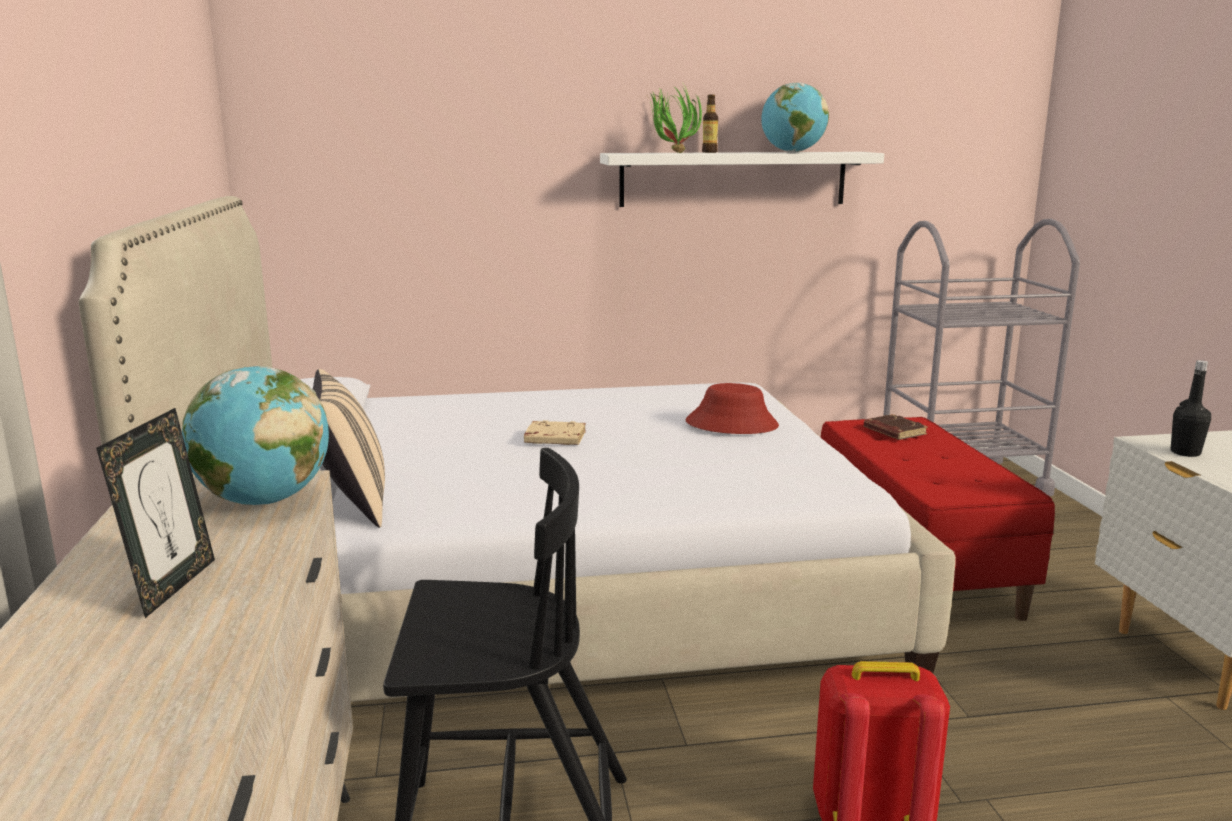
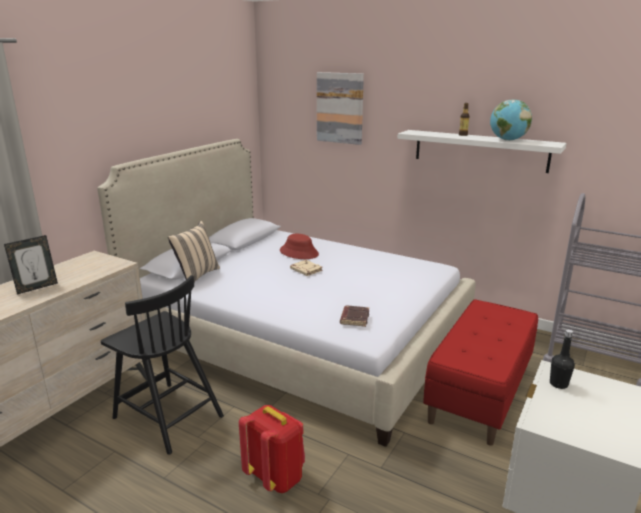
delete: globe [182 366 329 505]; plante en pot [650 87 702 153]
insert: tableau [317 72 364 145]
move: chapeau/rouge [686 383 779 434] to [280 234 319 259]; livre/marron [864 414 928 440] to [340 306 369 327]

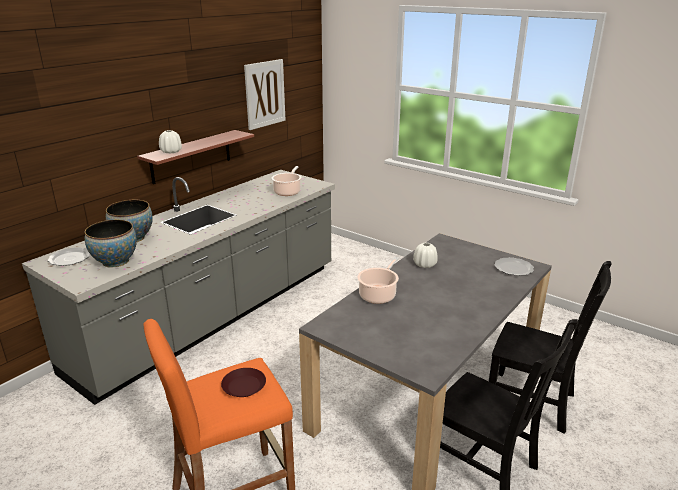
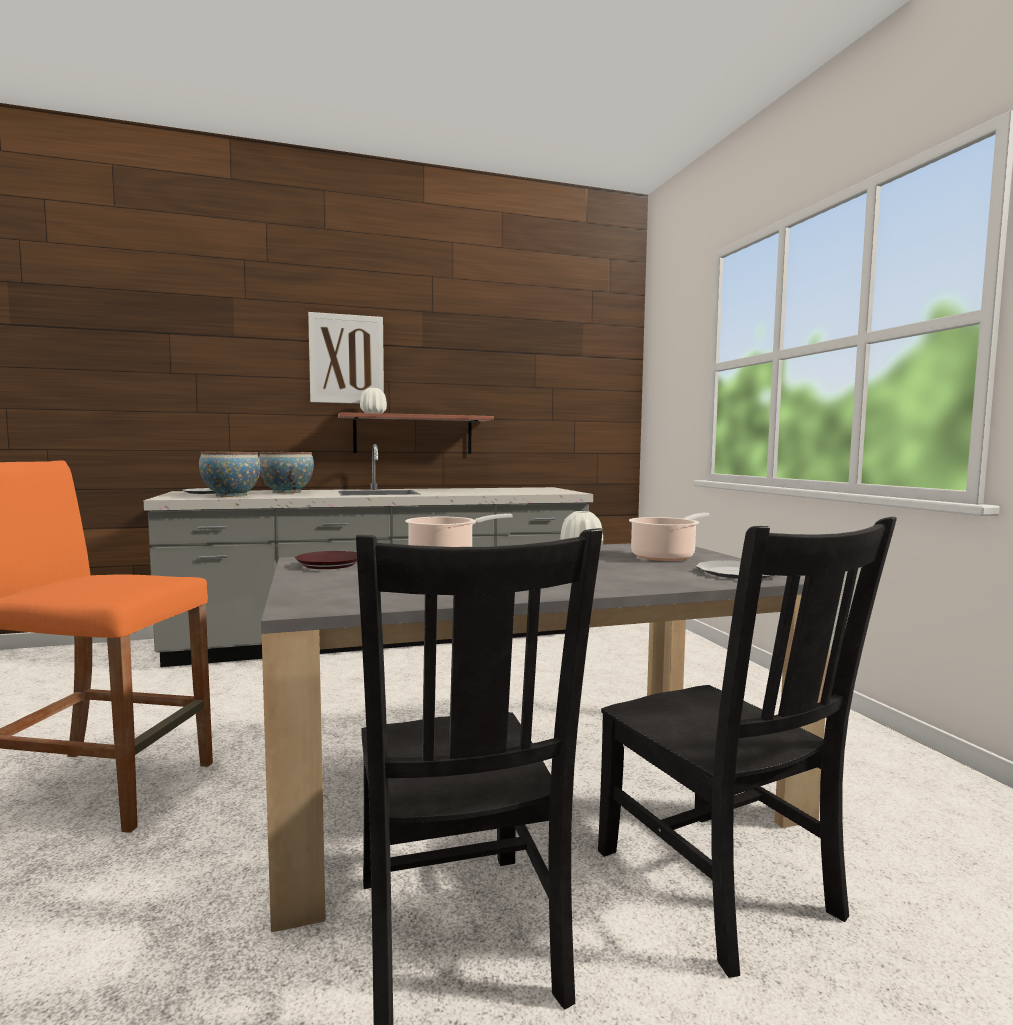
move: assiette/marron [221 368 266 397] to [295 551 357 569]; tableau [244 59 285 130] to [308 312 384 404]; marmite [271 166 301 196] to [629 513 709 561]

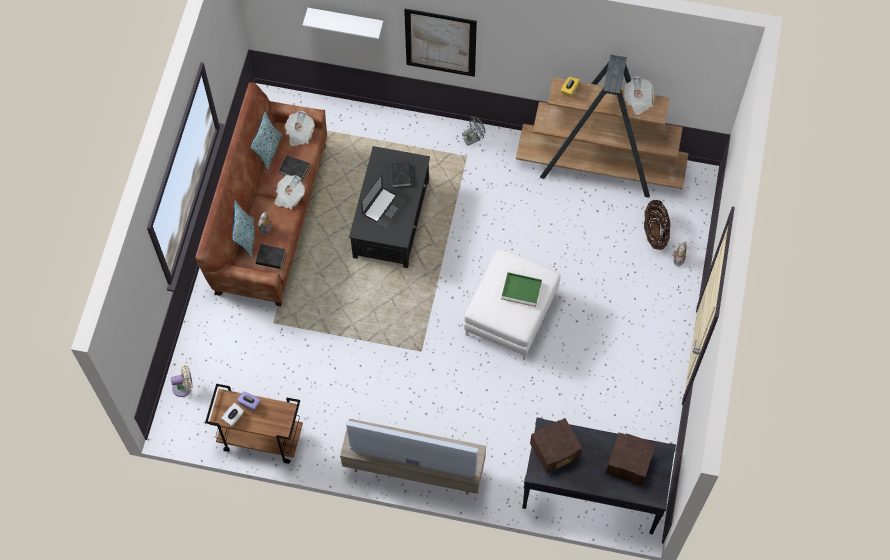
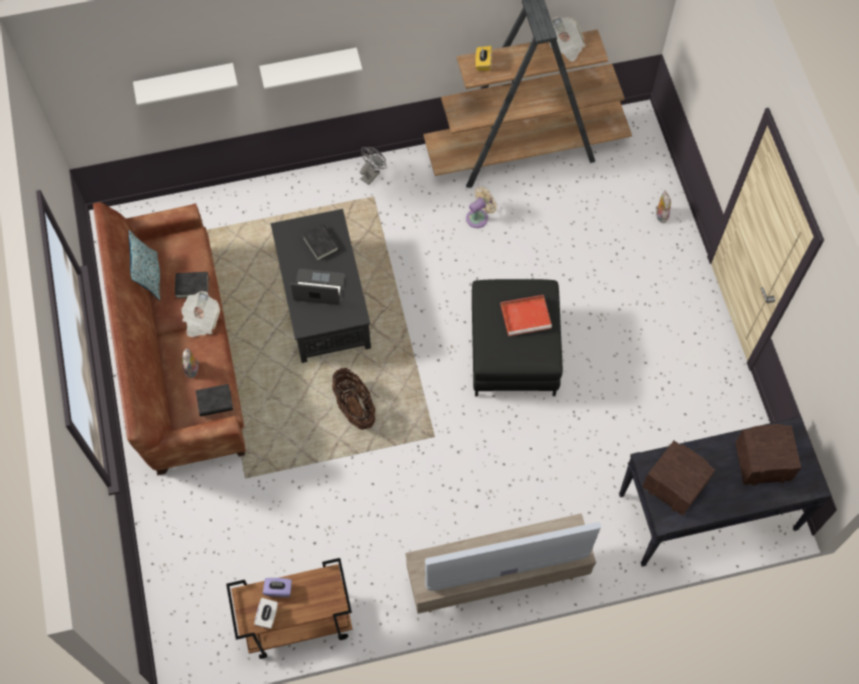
delete: coussin [232 200 255 258]; journal [285 111 315 146]
move: ventilateur/beige [171 365 193 397] to [466 186 497 228]; panier [644 200 671 250] to [332 368 375 430]
replace: tableau [404 9 477 77] to étagère/blanc [259 47 362 89]
recolor: pouf/blanc [464 249 561 360] to pouf/noir [472 279 563 397]; plateau/vert [501 272 542 307] to plateau/rouge [501 295 552 336]
rotate: ordinateur portable [361 174 406 228] = [289 269 345 305] 90 degrees counterclockwise; radio [530 418 582 474] = [642 441 715 516] 90 degrees counterclockwise

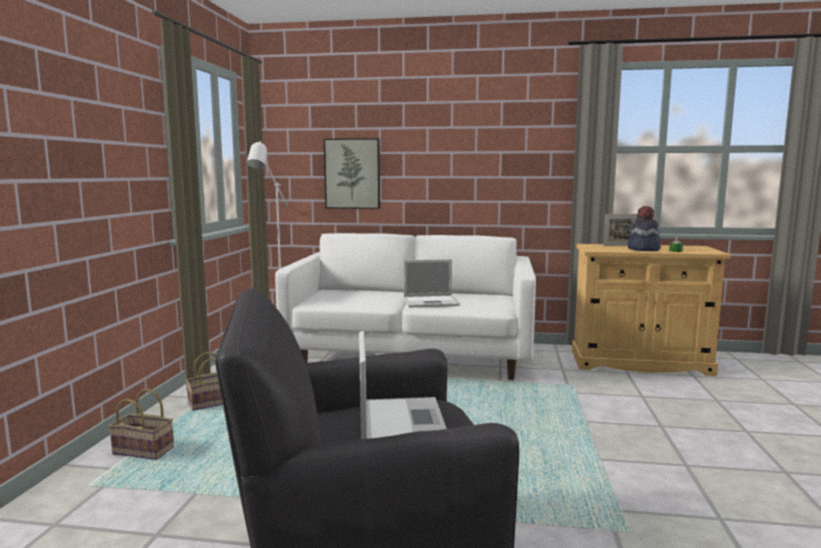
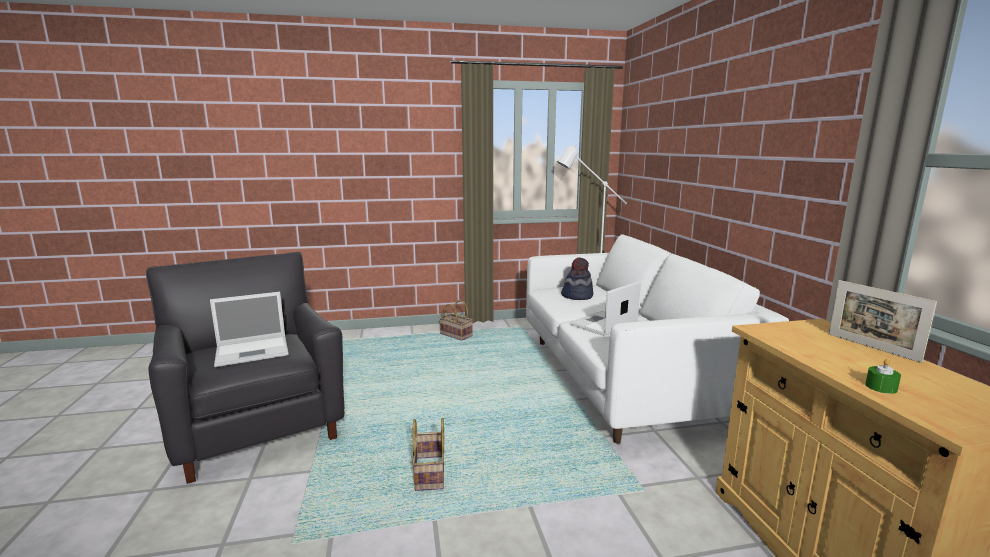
delete: tableau [324 138 380 209]
move: panier [108 389 174 460] to [412 418 445 491]; chapeau [627 206 661 251] to [561 257 593 300]
rotate: ordinateur portable [404 259 459 308] = [570 281 641 336] 75 degrees clockwise

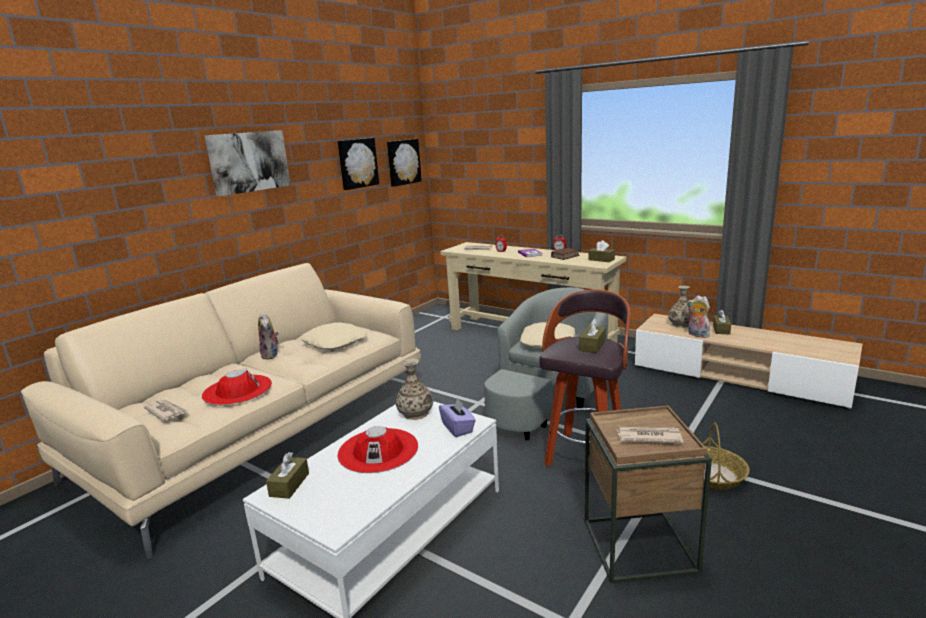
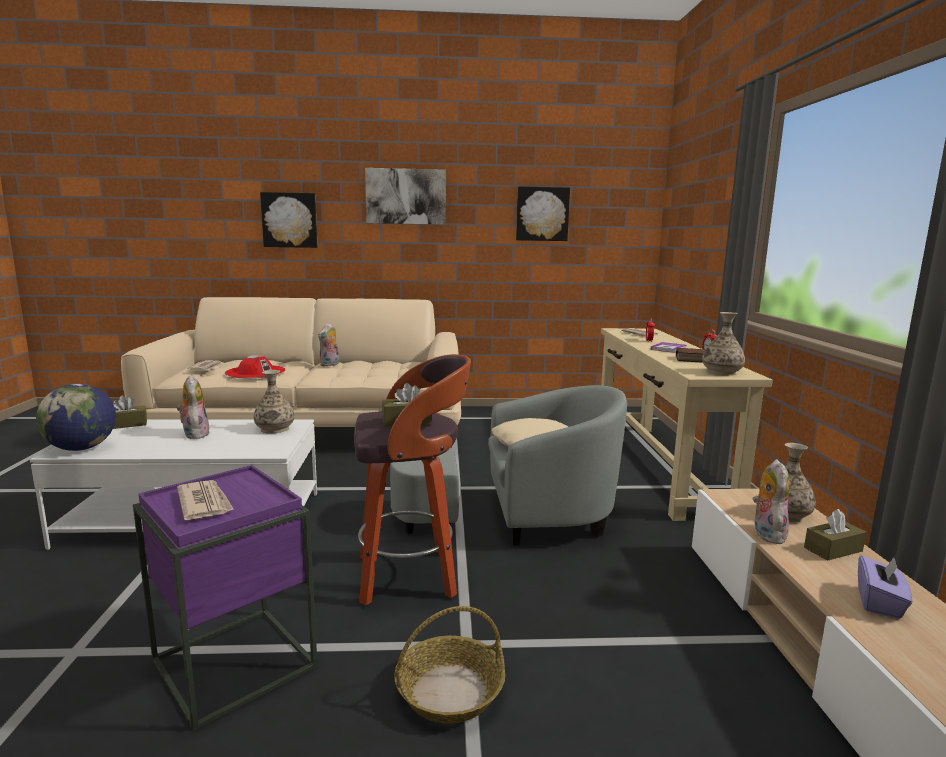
delete: coussin/beige [301 323 367 350]
insert: globe [36 384 116 451]
move: tableau [387 139 422 187] to [260 192 318 248]; boîte à mouchoirs/violet [439 398 476 437] to [858 555 912 619]
replace: chapeau/rouge [338 426 418 473] to peluche [177 374 209 439]; boîte à mouchoirs/marron [588 240 615 262] to vase [702 312 745 376]
recolor: table d'appoint/marron [585 405 712 583] to table d'appoint/violet [133 465 318 731]

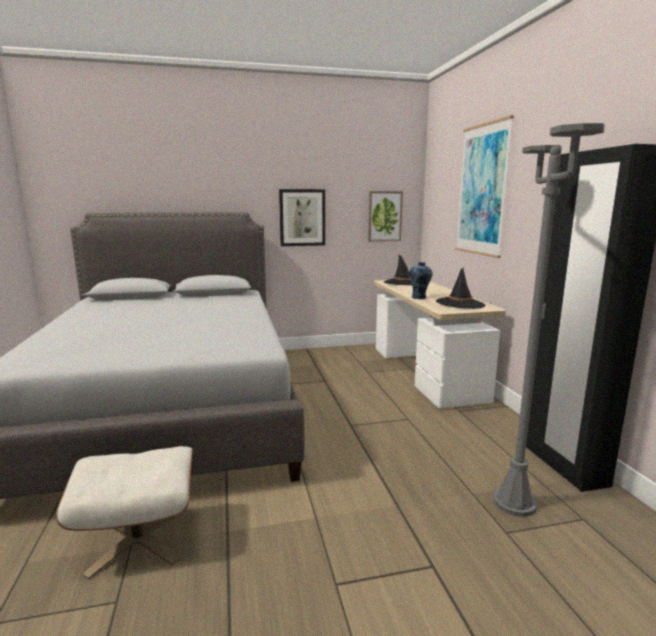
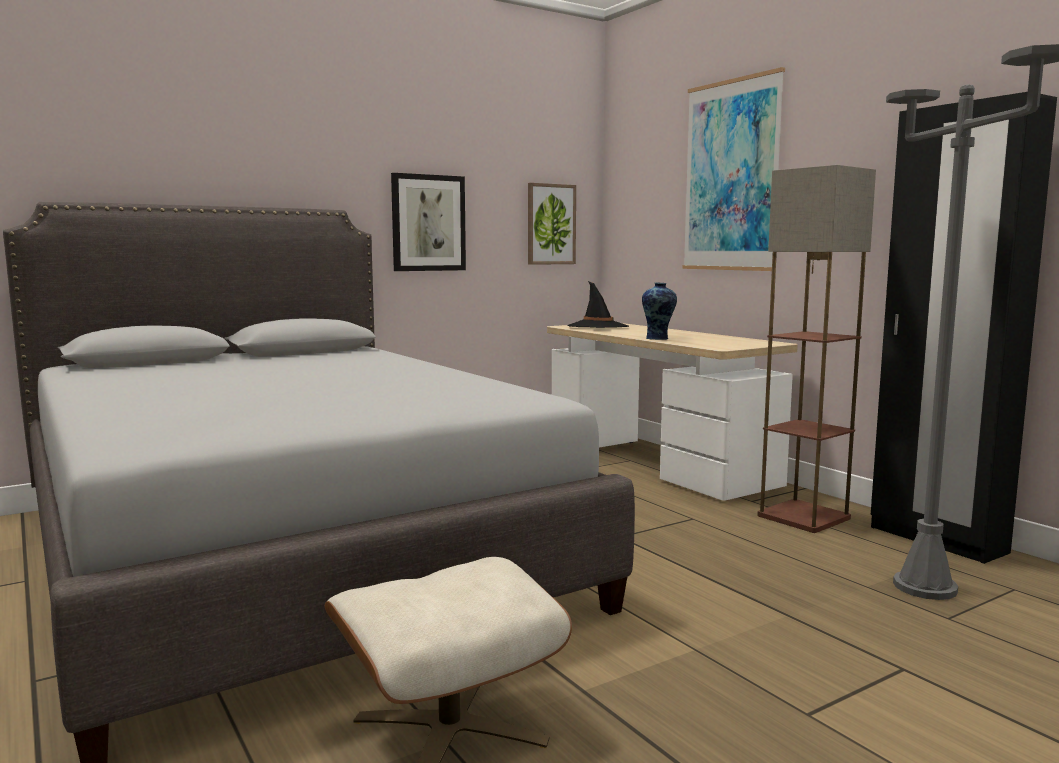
delete: chapeau/noir [436 267 486 309]
insert: lampadaire [757 165 876 533]

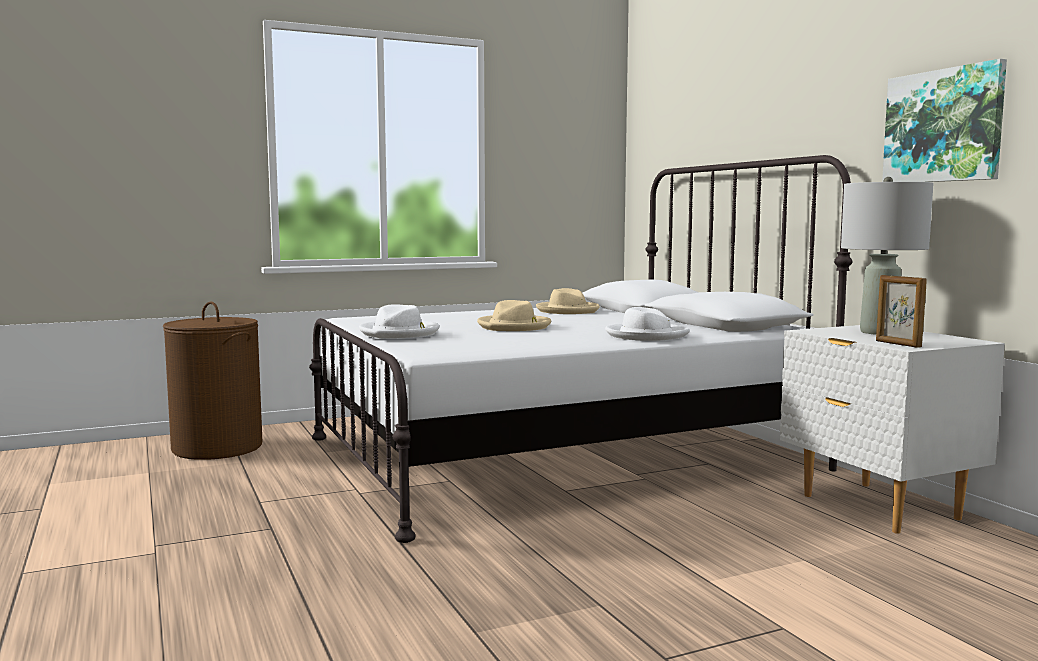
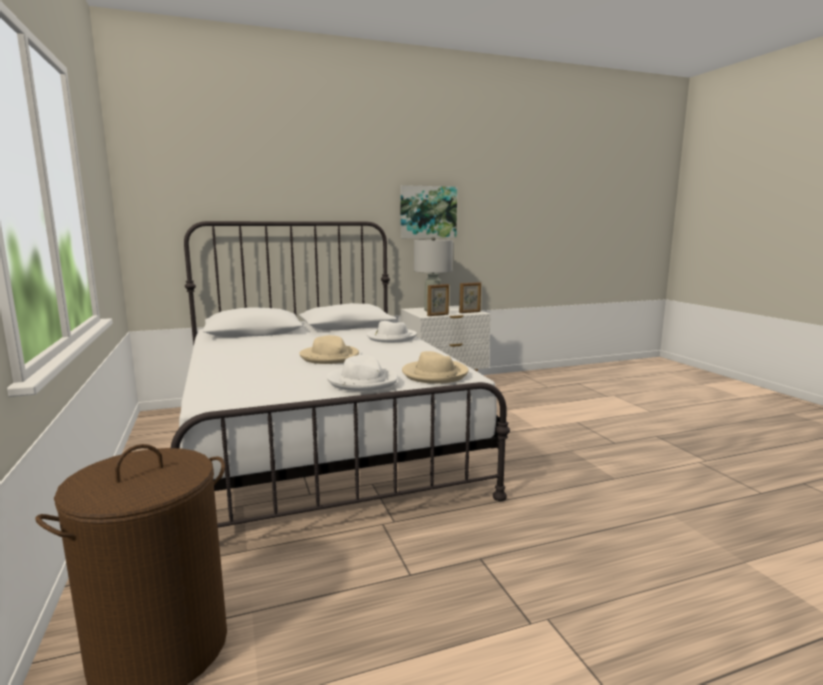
insert: cadre photo [427 284 449 316]
move: chapeau/beige [536 288 600 314] to [402 351 469 384]

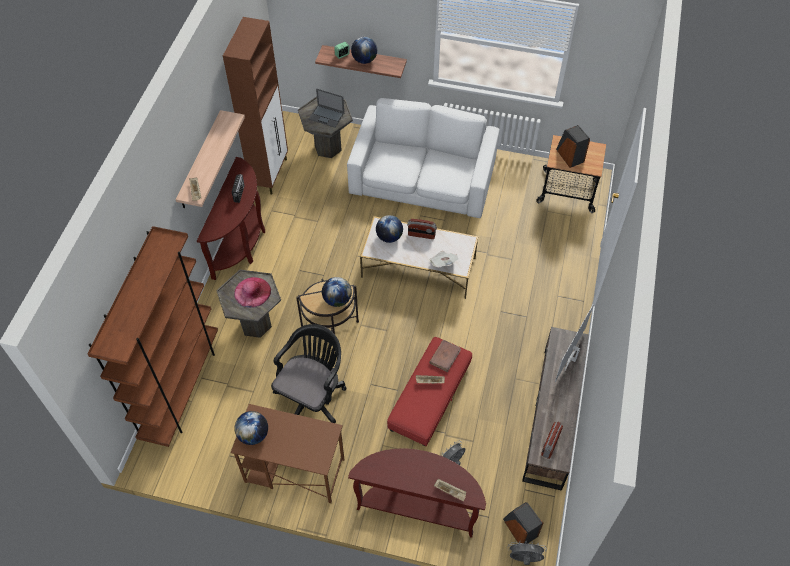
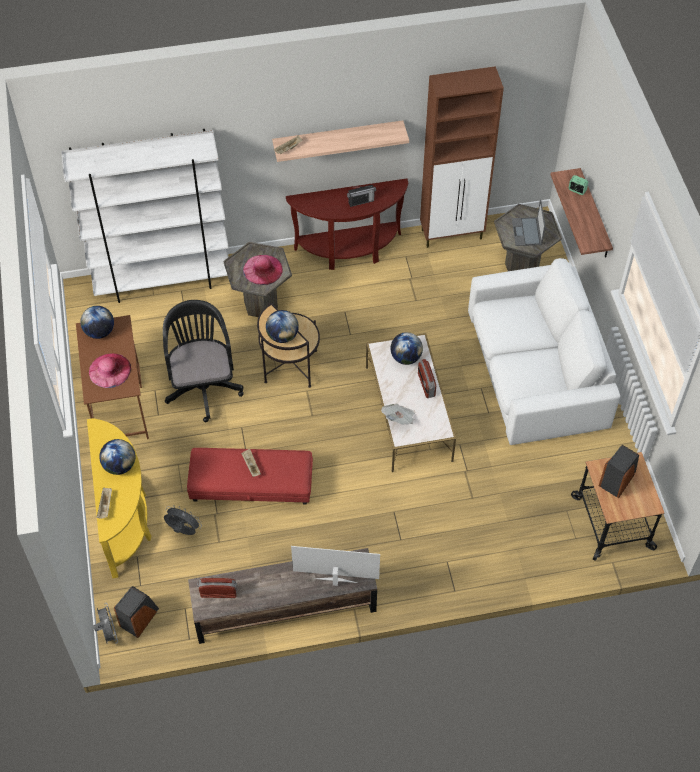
delete: livre/marron [429 340 461 372]
insert: chapeau/rose [89 353 131 388]
move: globe [351 37 377 64] to [99 439 135 475]
recolor: bibliothèque/marron [87 226 218 447] to bibliothèque/blanc [61 129 229 303]; table console/marron [348 448 486 538] to table console/jaune [87 418 151 578]
rotate: chaise de bureau/noir [271 324 347 423] = [163 300 244 422] 105 degrees counterclockwise

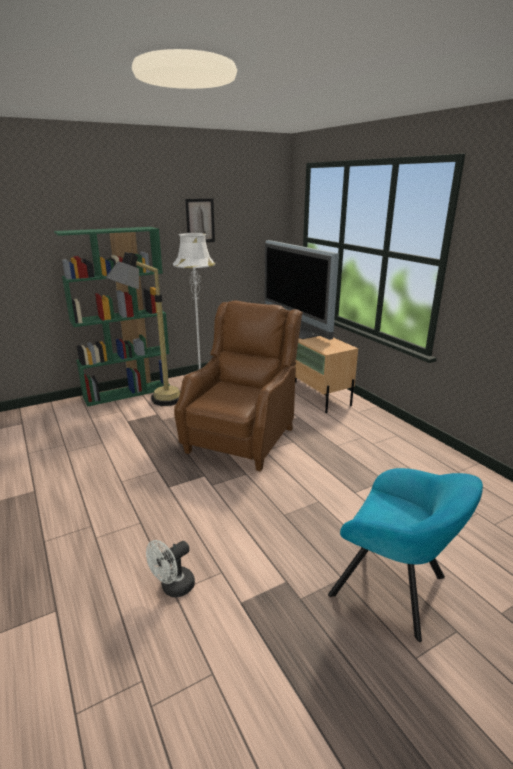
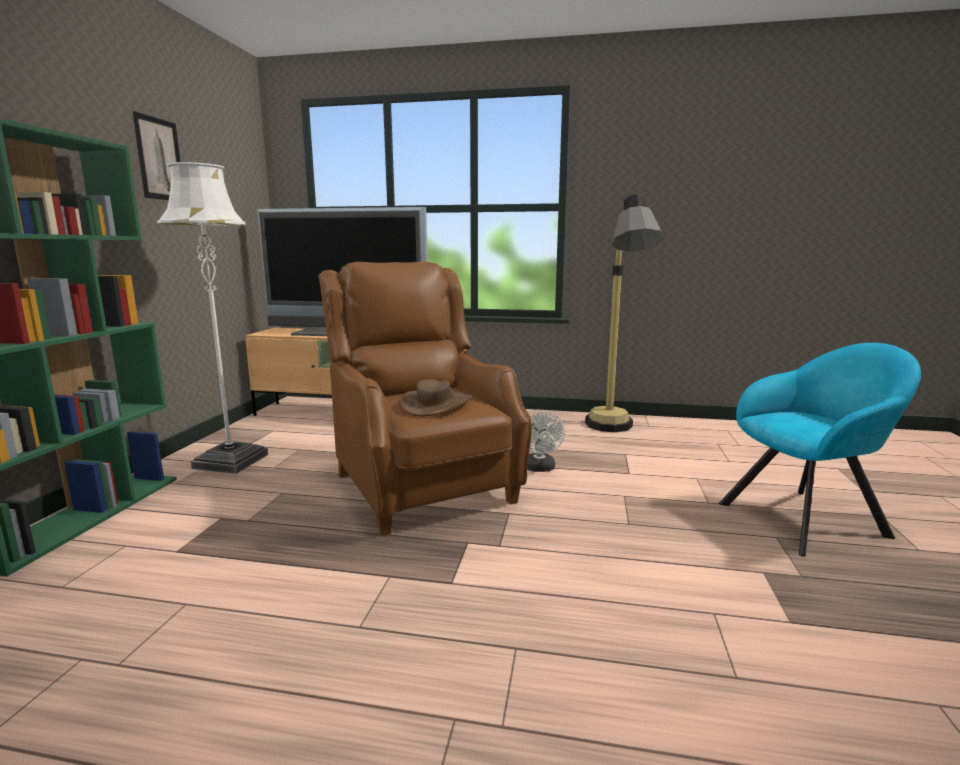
insert: chapeau/marron [399 379 471 416]
move: lampadaire [106 252 180 406] to [585 194 664 432]; ventilateur/blanc [146 540 195 598] to [527 412 565 472]

